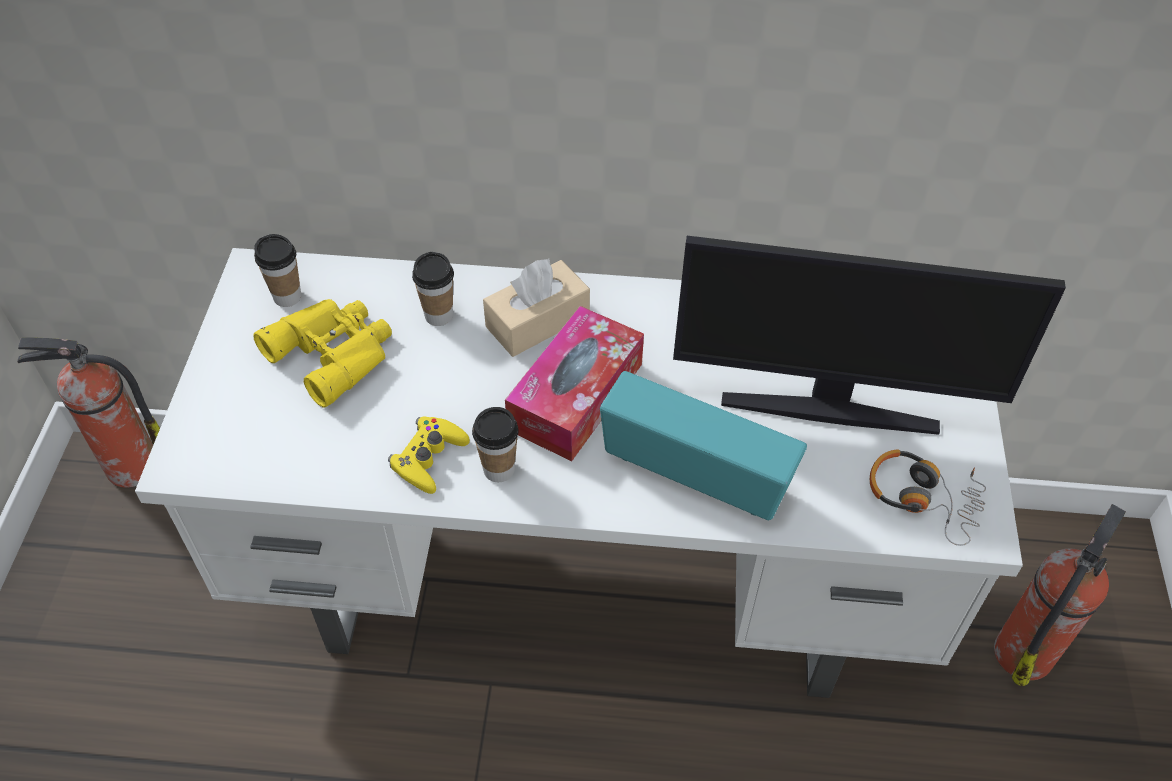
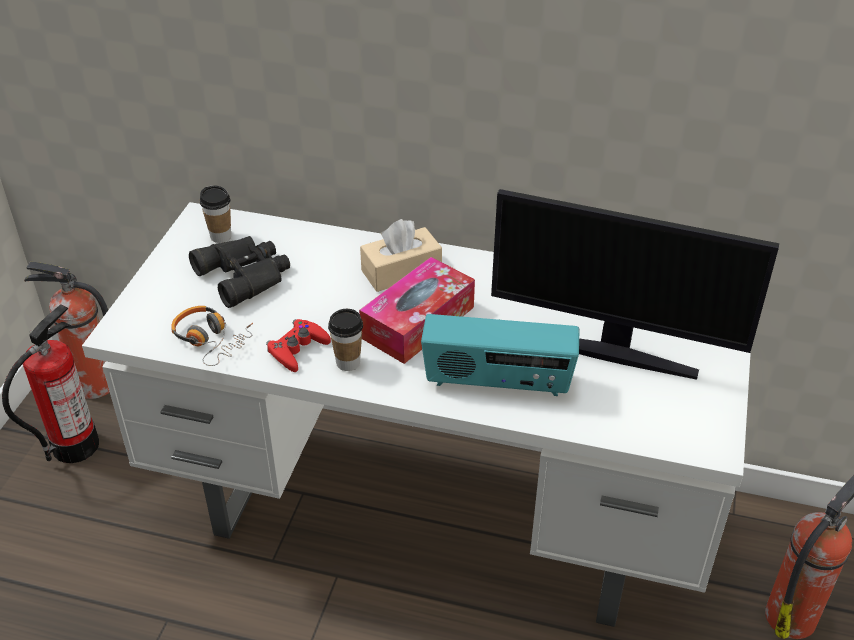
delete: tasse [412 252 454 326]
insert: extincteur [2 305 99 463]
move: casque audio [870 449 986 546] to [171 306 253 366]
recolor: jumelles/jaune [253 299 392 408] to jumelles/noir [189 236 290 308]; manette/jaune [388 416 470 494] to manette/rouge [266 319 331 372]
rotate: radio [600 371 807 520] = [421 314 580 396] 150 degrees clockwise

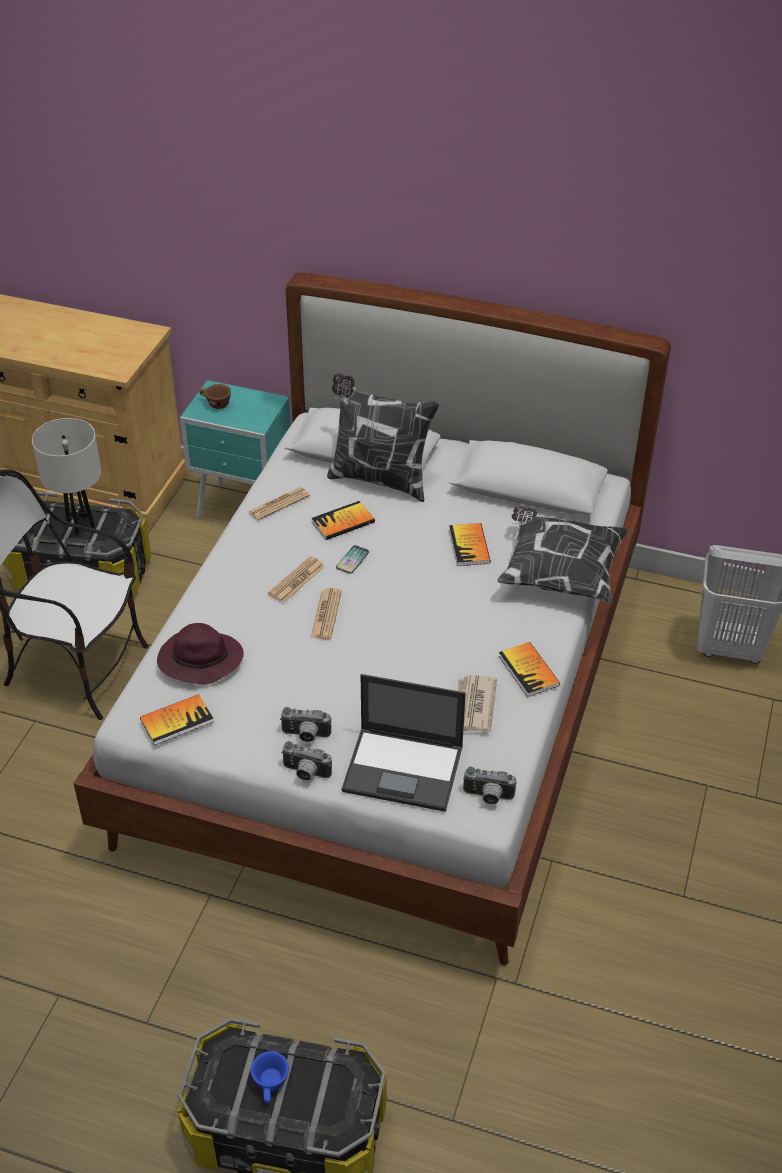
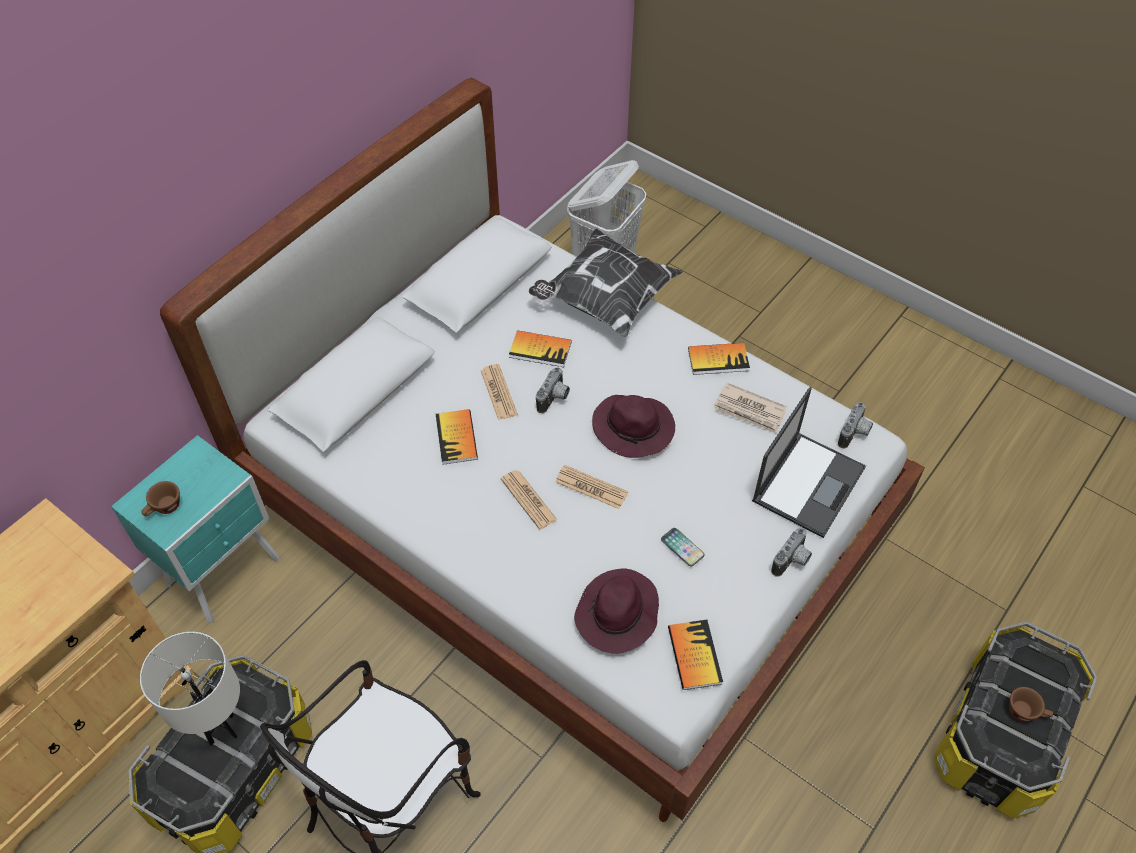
delete: coussin [327 373 439 502]
insert: chapeau/violet [592 395 675 458]
move: journal [248 487 310 520] to [481 364 518 420]; appareil photo [280 707 331 742] to [536 367 570 413]; téléphone [336 545 369 574] to [661 528 705 566]
recolor: tasse/bleu [251 1051 289 1103] to tasse/marron [1009 687 1053 722]

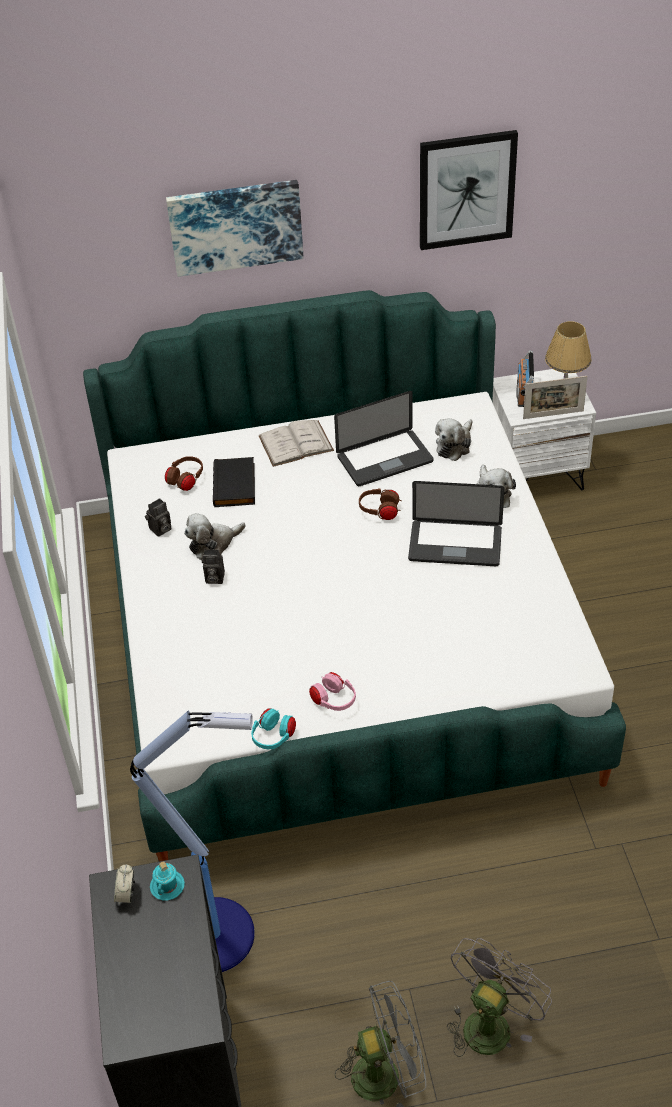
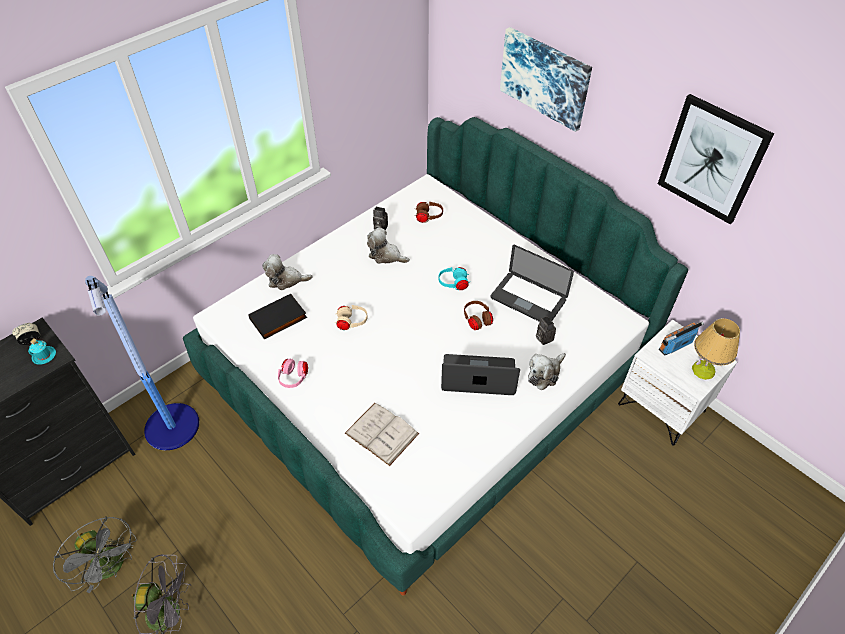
delete: cadre photo [523 376 588 419]
insert: casque audio/beige [334 305 368 330]
move: appareil photo [202 549 225 584] to [536 316 556 345]; livre/noir [213 457 255 507] to [248 294 307 340]; casque audio/turquoise [251 708 296 749] to [438 267 469 290]; livre/blanc [259 420 334 467] to [345 403 419 466]; peluche [435 418 473 461] to [262 254 313 290]
rotate: ordinateur portable [408 481 505 566] = [441 354 520 395] 120 degrees clockwise

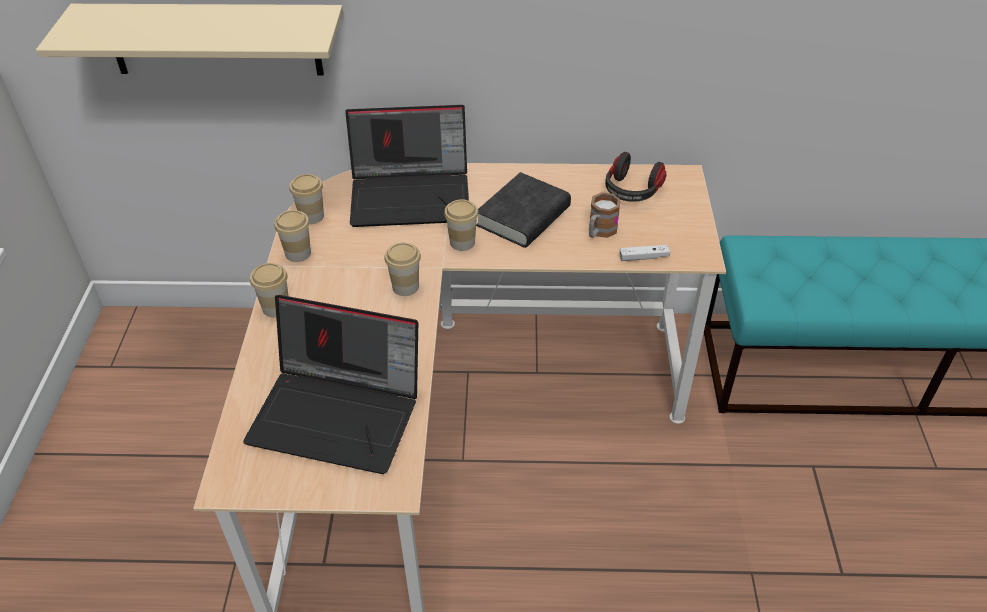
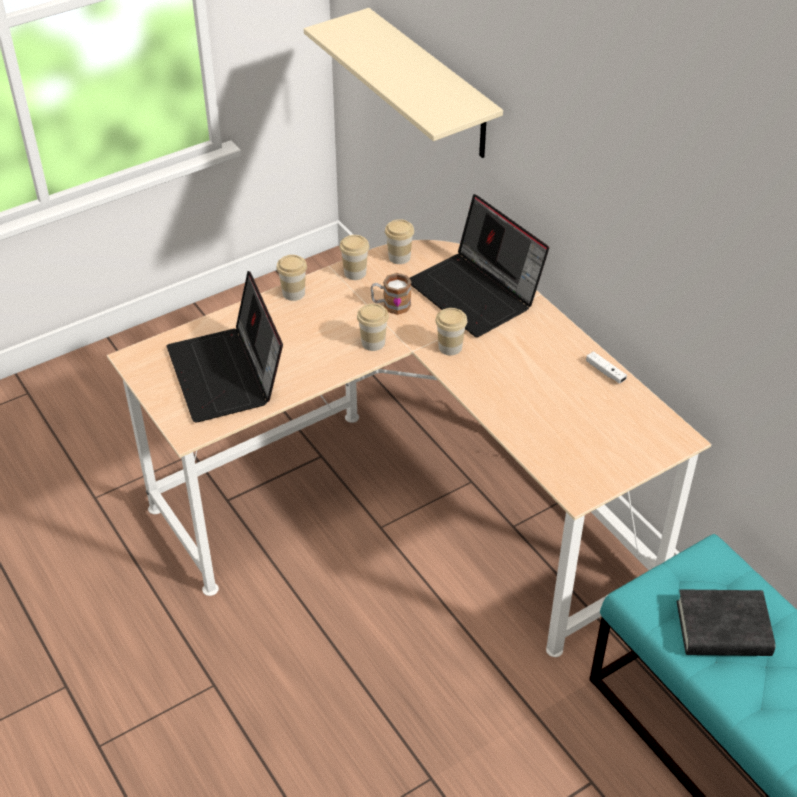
delete: casque audio [605 152 666 202]
move: livre/noir [476 172 571 248] to [677 589 775 656]; mug [589 192 621 238] to [371 273 412 315]; manette/blanc [620 245 670 261] to [586 351 627 383]

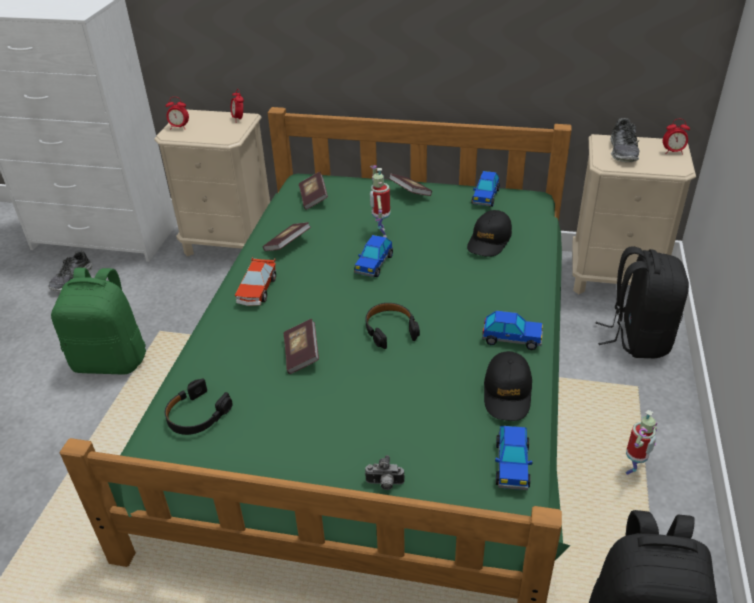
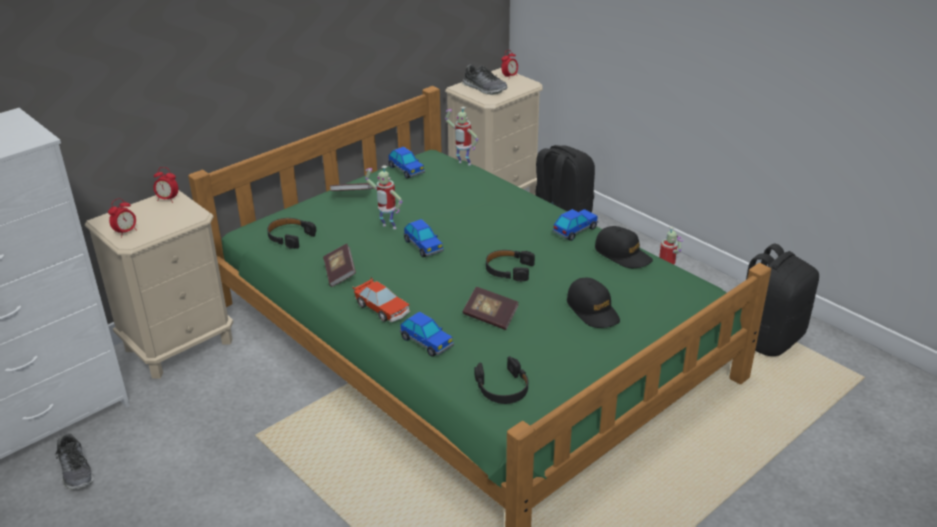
delete: sac à dos/vert [51 268 146 374]; appareil photo [365 455 404 490]
insert: robot jouet [445 106 478 166]
move: casquette/noir [467 210 512 257] to [567 278 620 328]; petite voiture [495 426 532 490] to [400 312 454 357]
replace: livre [299 172 328 210] to casque audio/noir [267 218 316 249]

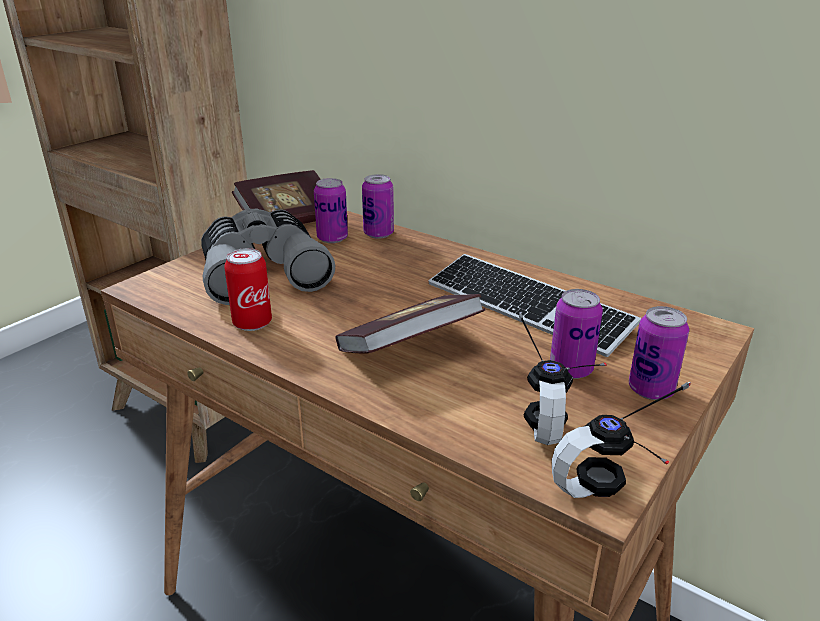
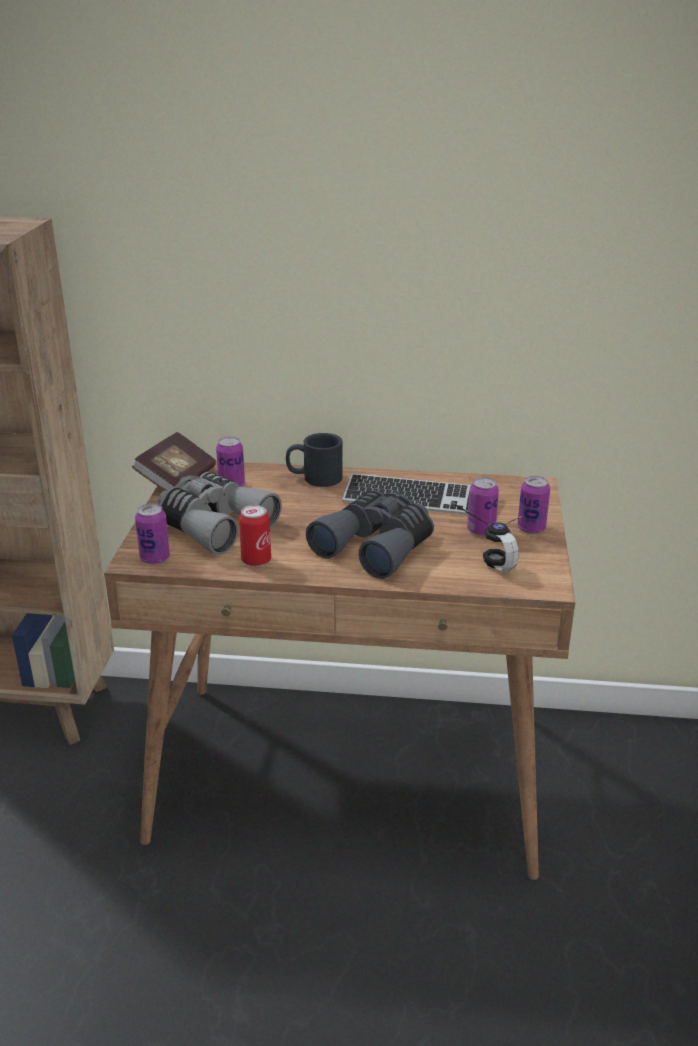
delete: casque audio [552 382 691 498]
insert: mug/noir [286 433 343 487]
move: boîte métallique [362 174 394 239] to [135 503 170 564]
replace: livre [335 294 486 354] to jumelles/gris [306 490 434 579]

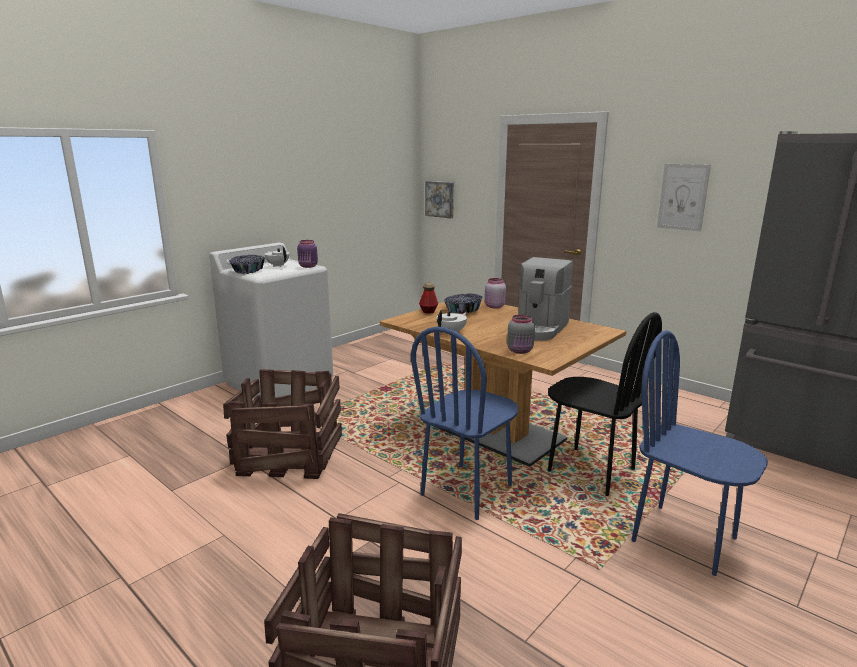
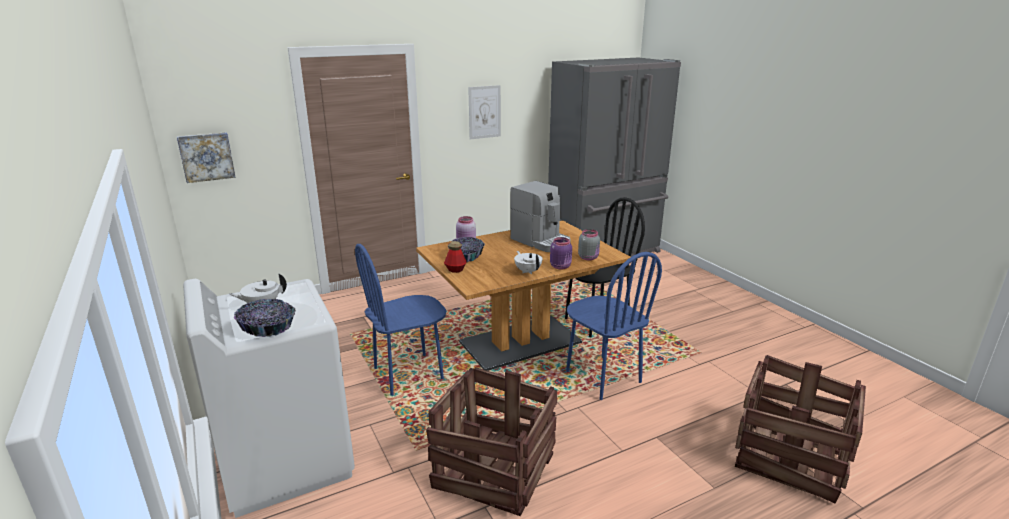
move: bocal/violet [297 240 318 268] to [550 237 572 270]; chaise/bleu [632 330 768 576] to [355 244 447 396]

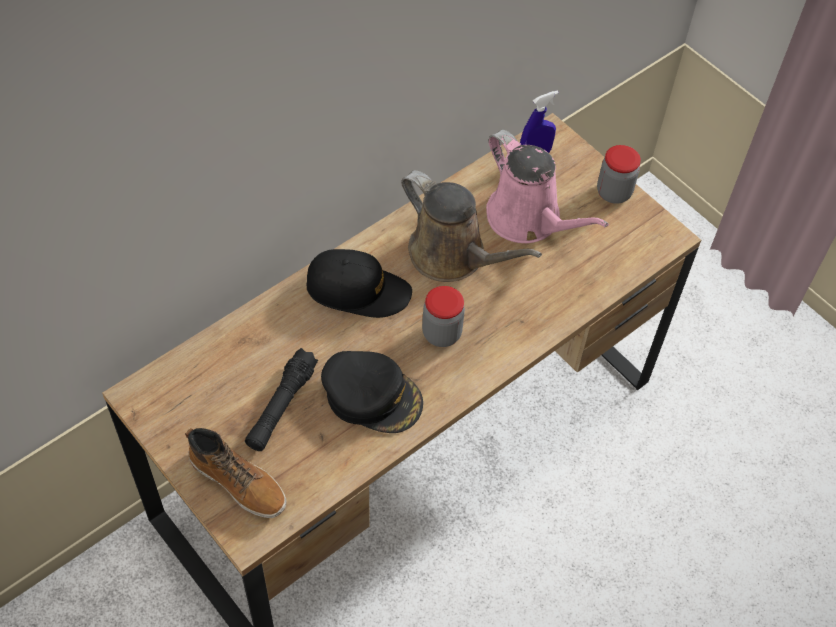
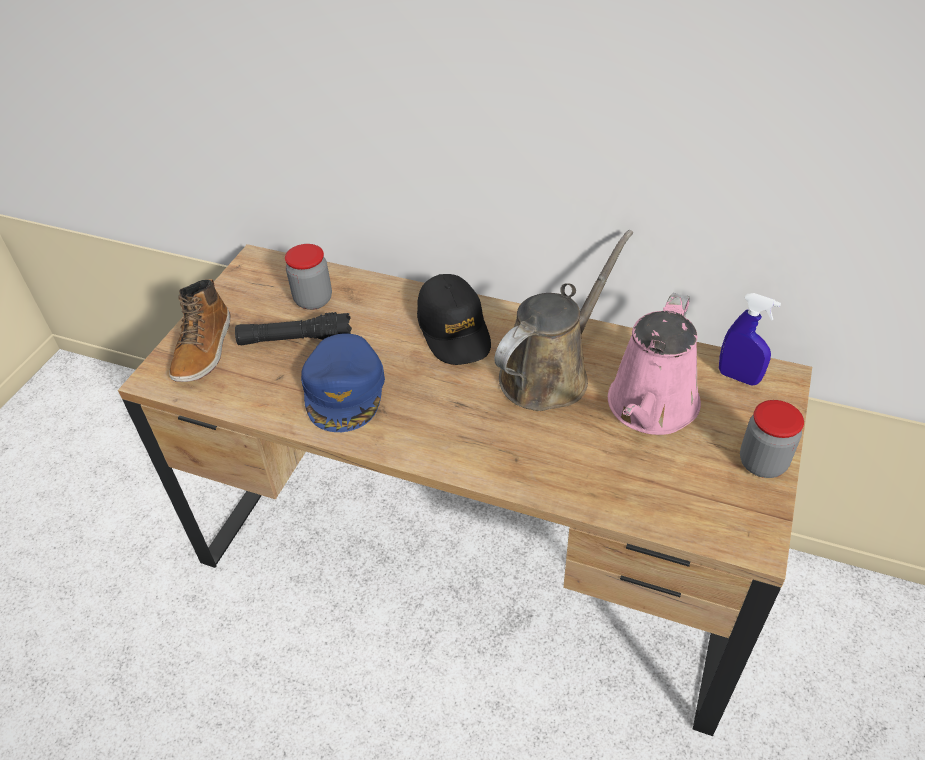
move: bocal [422 286 465 347] to [285 244 332 310]
recolor: casquette/noir [321 351 423 433] to casquette/bleu [301 333 385 432]
rotate: arrosoir/marron [401 170 542 282] = [494 230 633 411] 150 degrees counterclockwise

